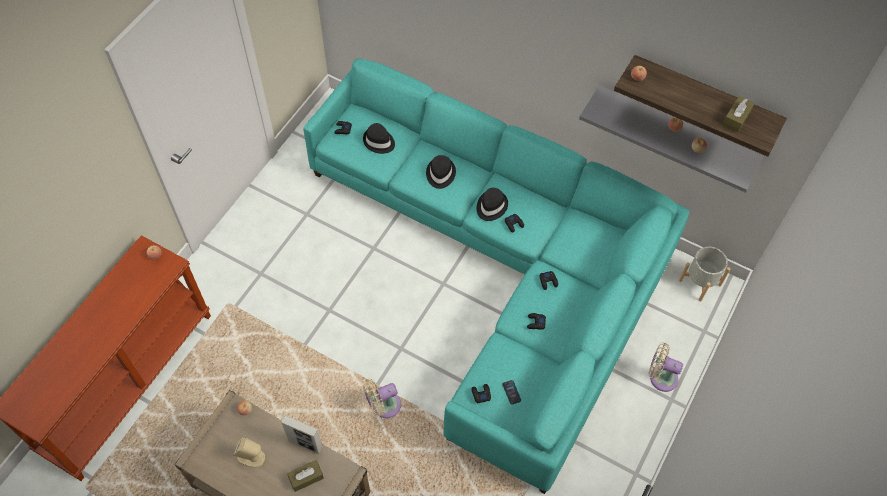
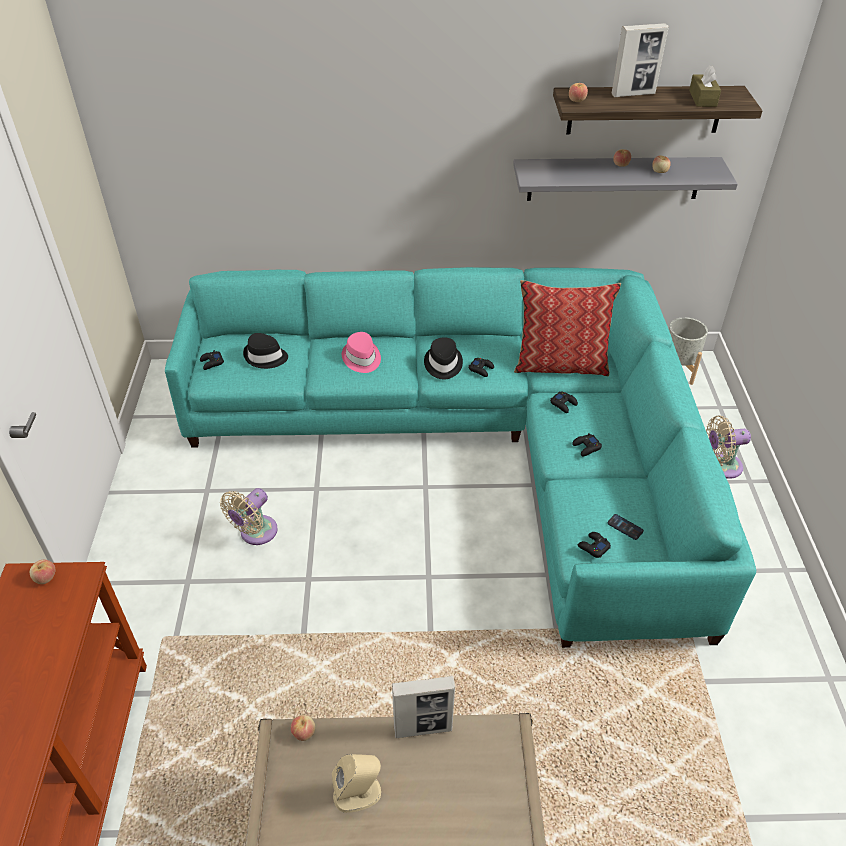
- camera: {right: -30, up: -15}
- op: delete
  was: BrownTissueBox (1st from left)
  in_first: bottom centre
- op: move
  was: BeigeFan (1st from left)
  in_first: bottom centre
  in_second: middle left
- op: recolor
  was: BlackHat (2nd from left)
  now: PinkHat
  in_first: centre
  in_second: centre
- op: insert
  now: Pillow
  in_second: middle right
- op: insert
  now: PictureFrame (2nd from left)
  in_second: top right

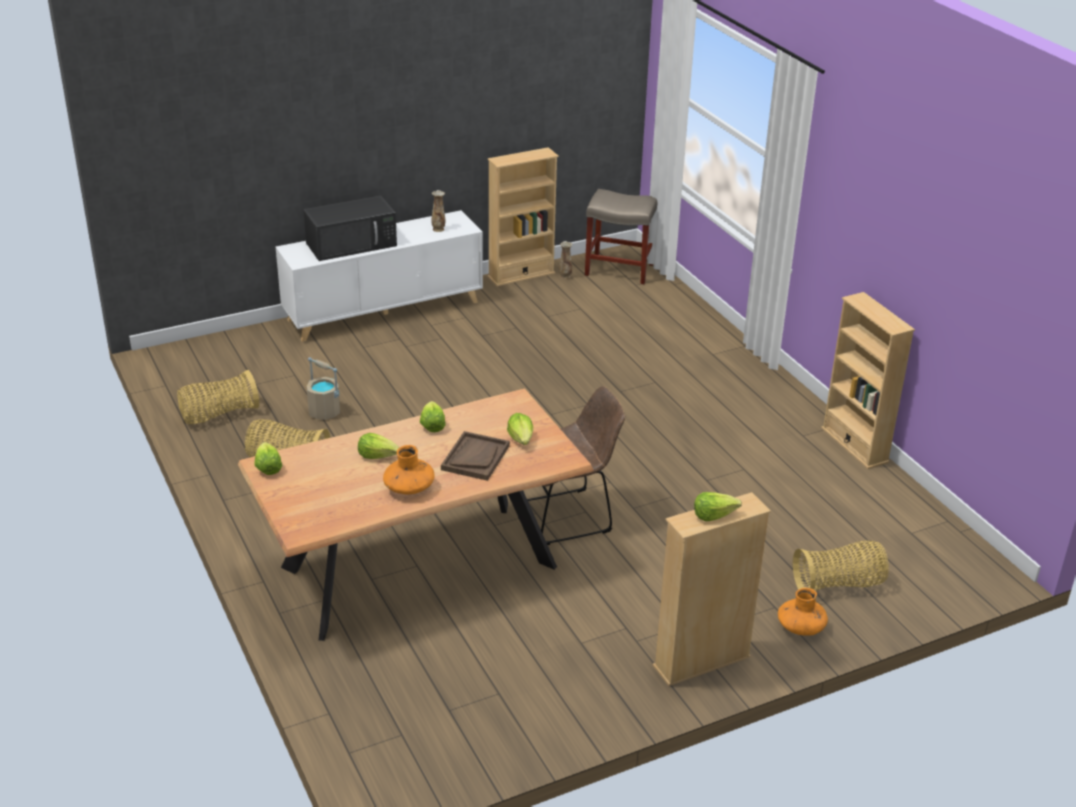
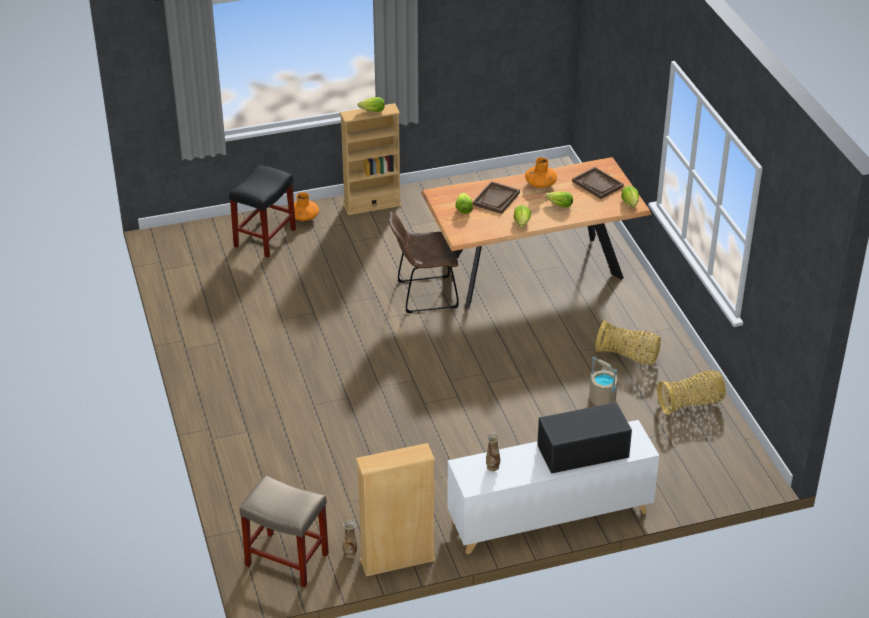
- camera: {right: -170, up: 5}
- op: replace
  was: Basket (3rd from left)
  now: BlackStool
  in_first: bottom right
  in_second: middle left
- op: delete
  was: BeigeBookcase (3rd from left)
  in_first: middle right
- op: insert
  now: BrownTray (2nd from left)
  in_second: top right

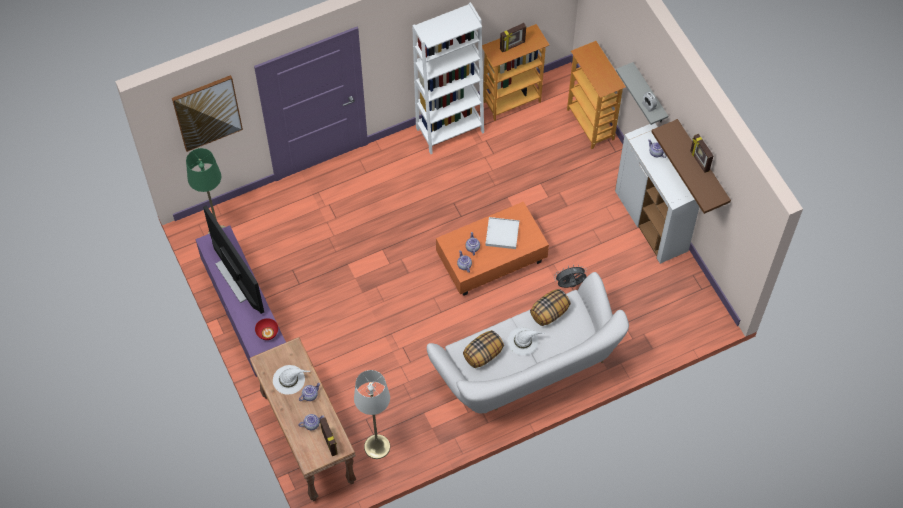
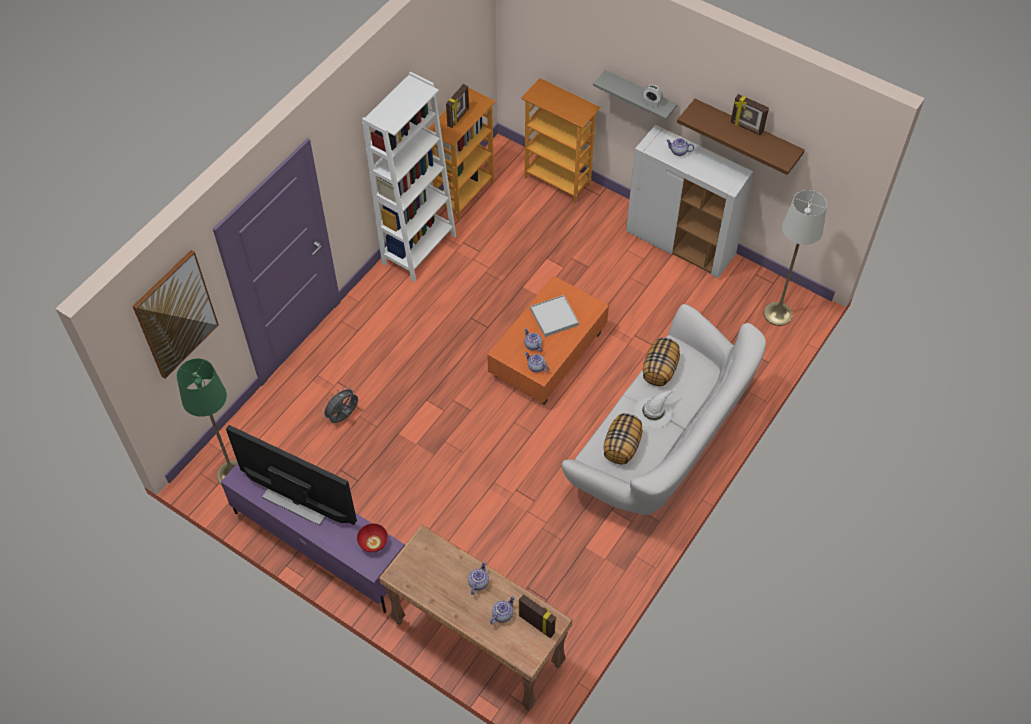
- camera: {right: -30, up: -5}
- op: delete
  was: WhiteHat (1st from left)
  in_first: bottom left
- op: move
  was: WhiteFloorLamp
  in_first: bottom centre
  in_second: middle right
- op: move
  was: GreyFan
  in_first: centre
  in_second: middle left

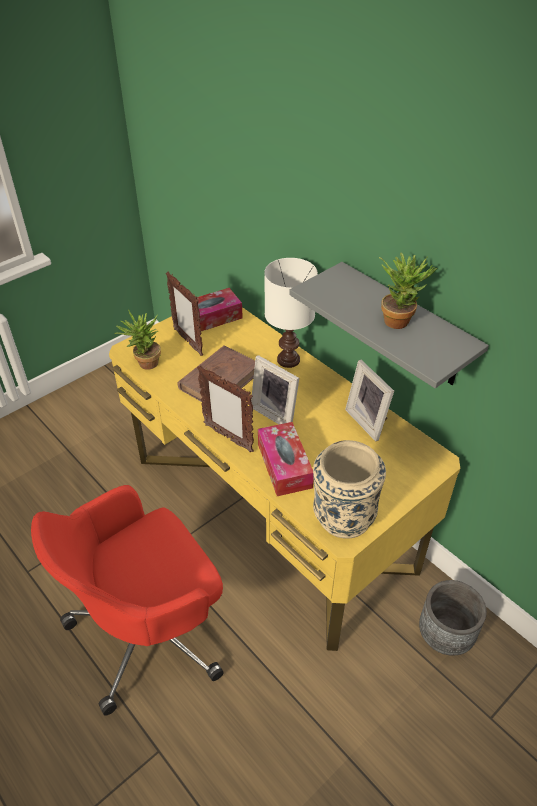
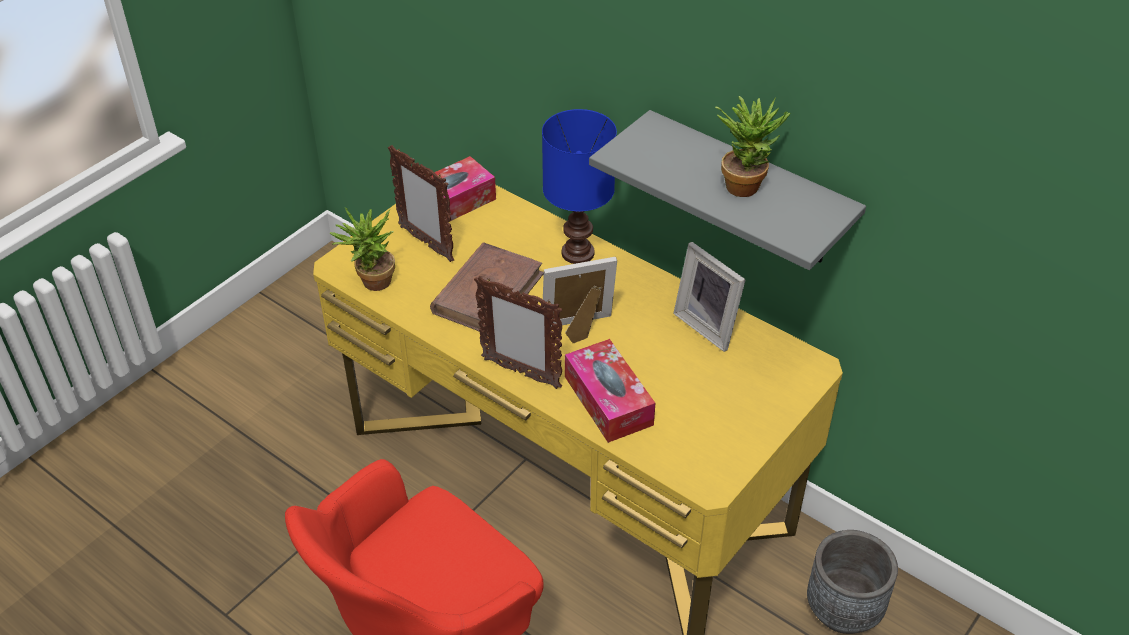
- camera: {right: -10, up: 0}
- op: rotate
  was: PictureFrame (3rd from left)
  in_first: centre
  in_second: centre
  clockwise: 135
- op: recolor
  was: WhiteTableLamp
  now: BlueTableLamp
  in_first: centre
  in_second: top centre
- op: delete
  was: BeigeVase
  in_first: centre

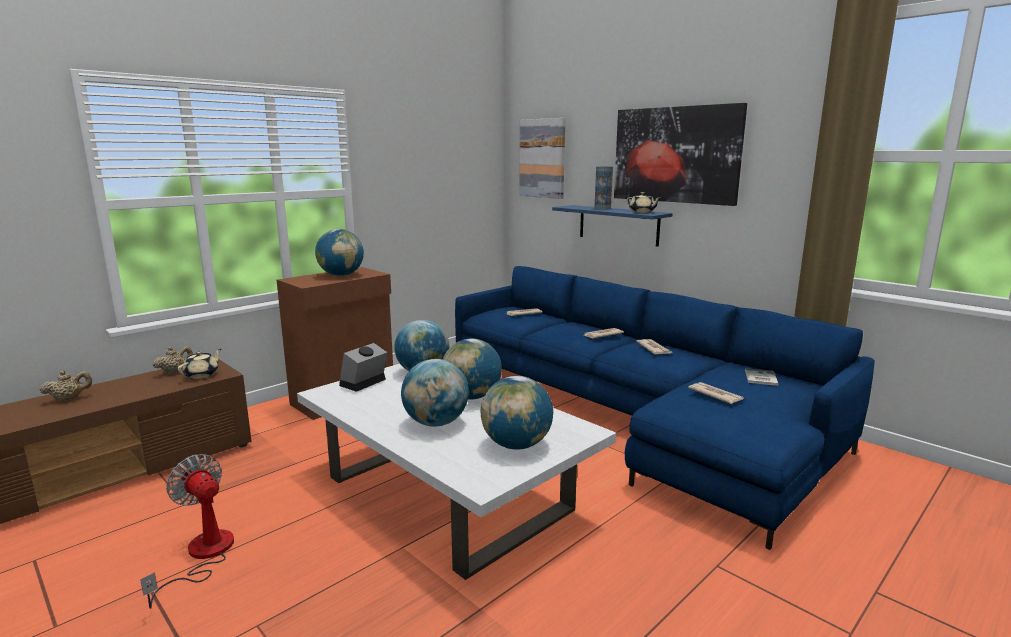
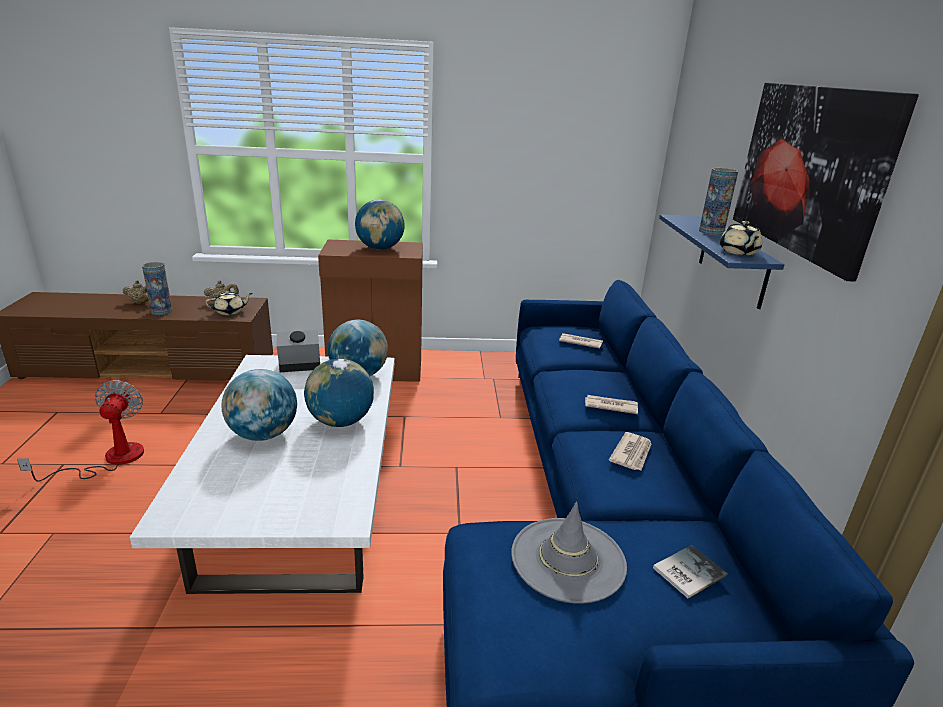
- camera: {right: 40, up: 10}
- op: delete
  was: Globe (5th from left)
  in_first: centre
- op: delete
  was: Picture (1st from left)
  in_first: top centre
- op: replace
  was: Newspaper (4th from left)
  now: GreyHat
  in_first: middle right
  in_second: bottom centre
- op: insert
  now: Vase (1st from left)
  in_second: middle left

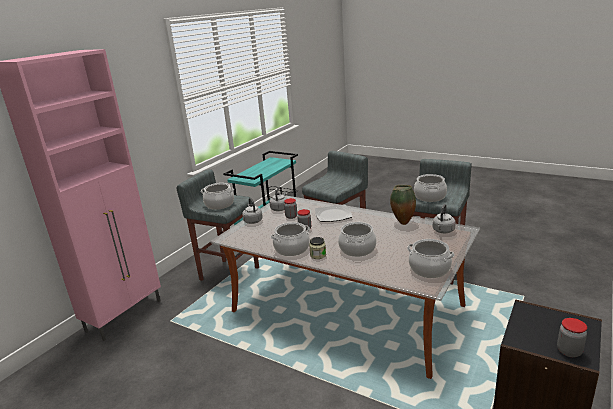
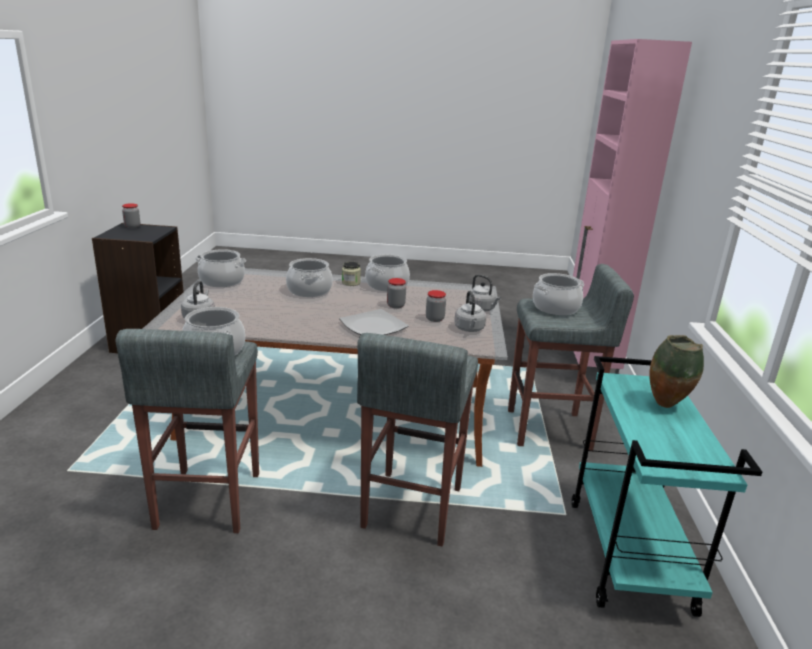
- camera: {right: 150, up: 0}
- op: move
  was: Vase
  in_first: centre
  in_second: middle right

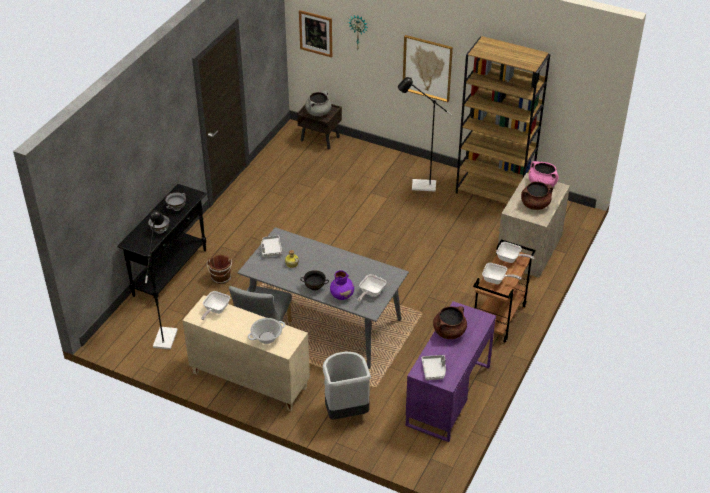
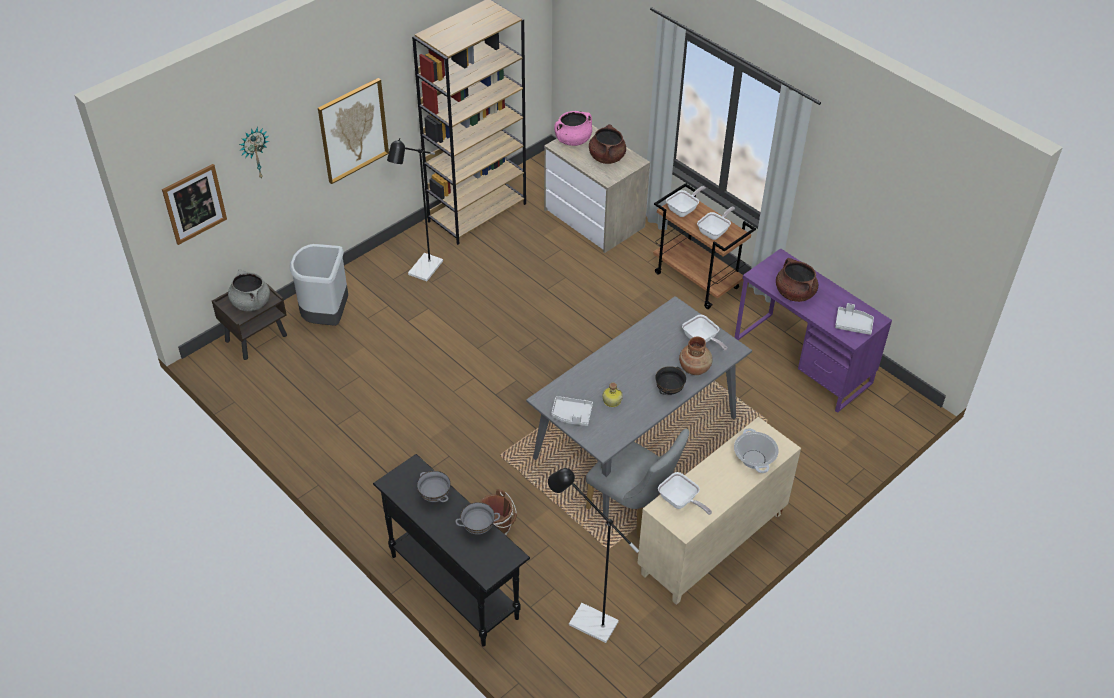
- camera: {right: -70, up: 5}
- op: move
  was: GreyTrashCan
  in_first: bottom centre
  in_second: middle left
- op: recolor
  was: PurpleVase
  now: BrownVase
  in_first: centre
  in_second: centre

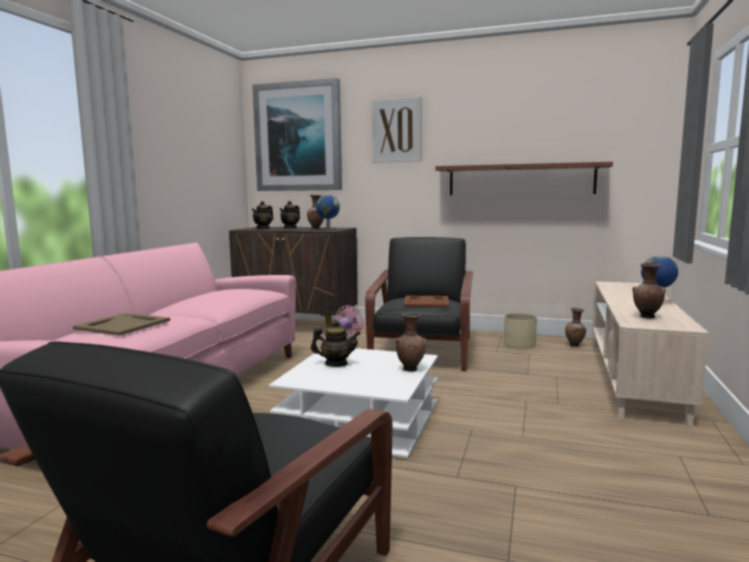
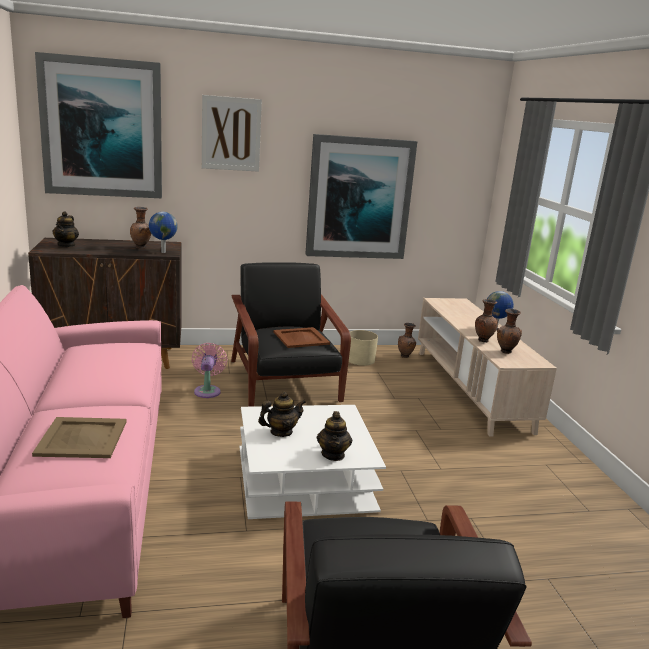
- camera: {right: -30, up: 10}
- op: move
  was: Teapot (2nd from left in the first image)
  now: Teapot (3rd from left)
  in_first: centre
  in_second: bottom centre
- op: move
  was: BrownVase (2nd from left in the first image)
  now: BrownVase (3rd from left)
  in_first: centre
  in_second: middle right
- op: replace
  was: BrownShelf
  now: Picture (3rd from left)
  in_first: top right
  in_second: top centre

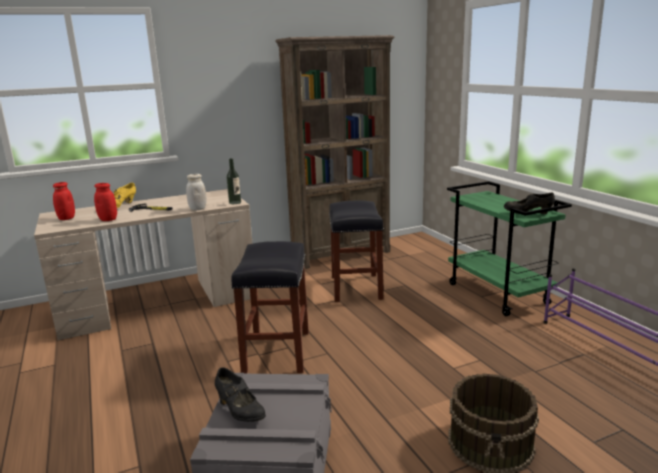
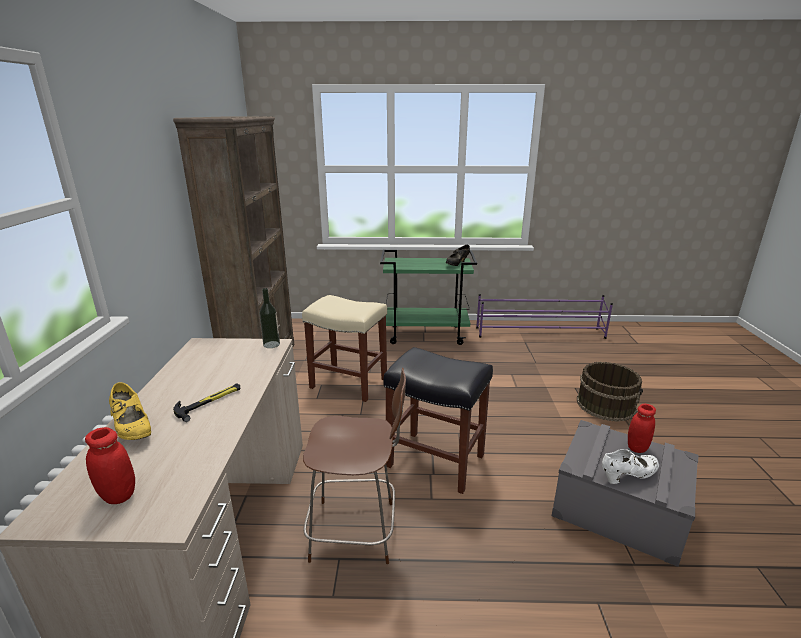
- camera: {right: -65, up: 5}
- op: move
  was: RedJar (2nd from left)
  in_first: middle left
  in_second: bottom right
- op: delete
  was: WhiteJar
  in_first: middle left
- op: recolor
  was: BlackShoe (1st from left)
  now: WhiteShoe
  in_first: bottom centre
  in_second: bottom right
- op: recolor
  was: BlackStool (2nd from left)
  now: BeigeStool
  in_first: centre
  in_second: centre
- op: insert
  now: BrownChair
  in_second: bottom centre

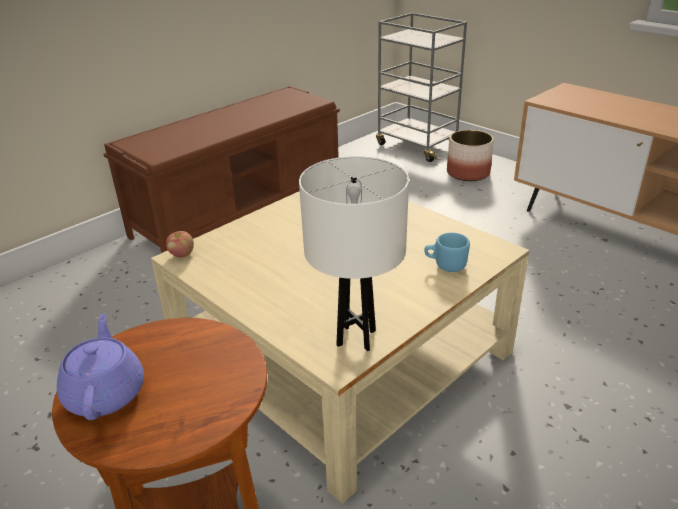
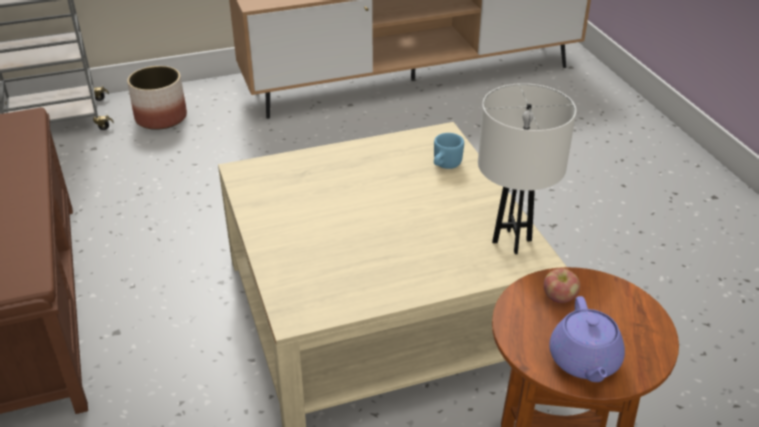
- camera: {right: -65, up: 5}
- op: rotate
  was: PurpleTeapot
  in_first: bottom left
  in_second: bottom right
  clockwise: -105
- op: move
  was: Apple
  in_first: middle left
  in_second: bottom right

